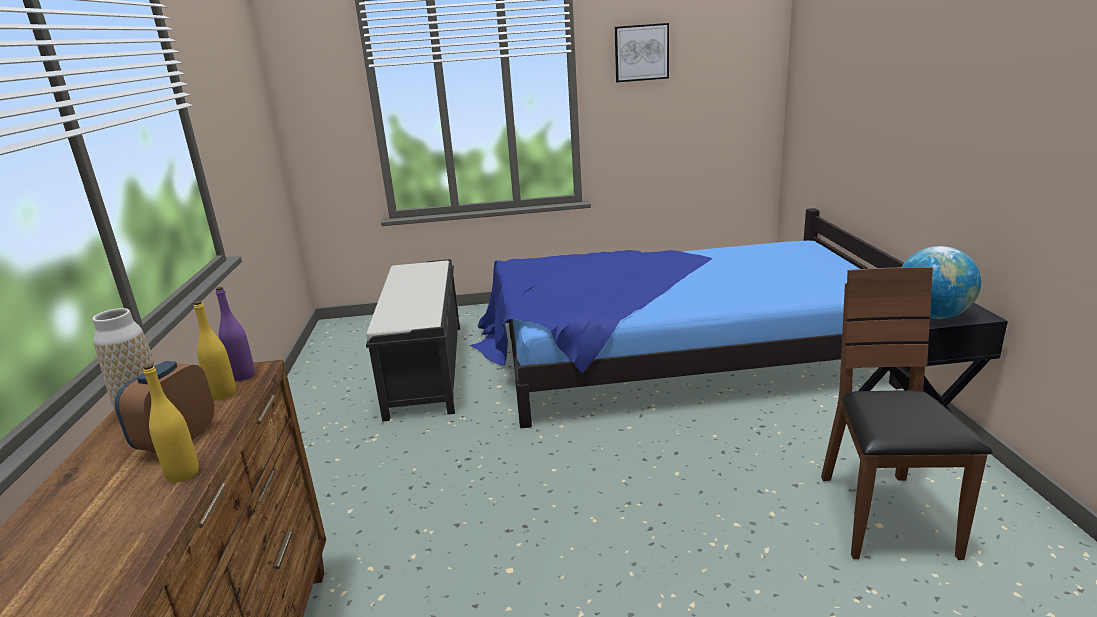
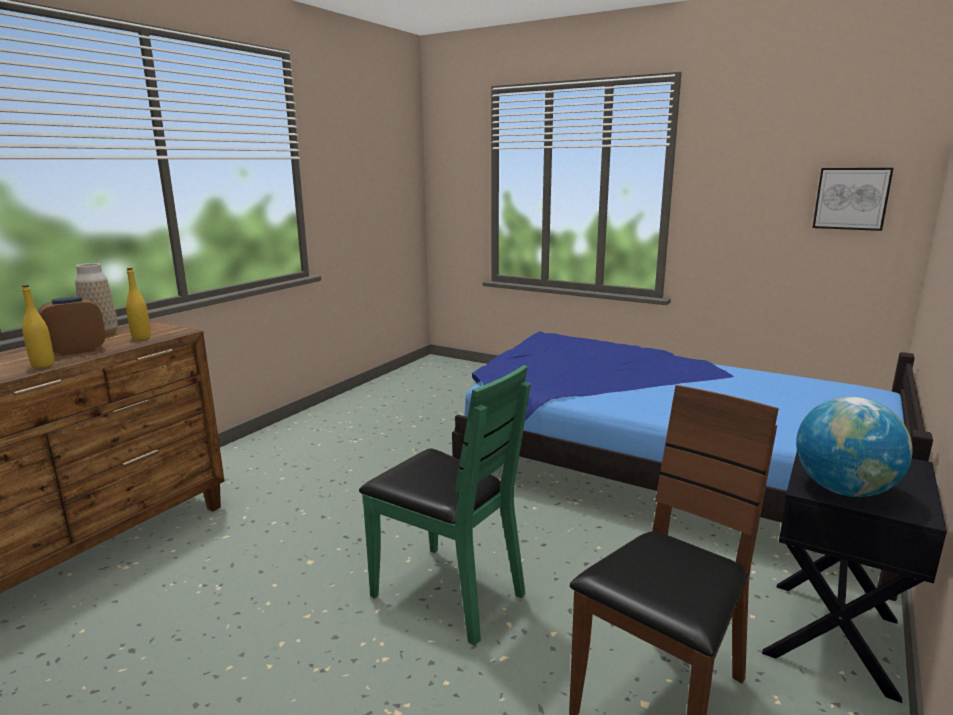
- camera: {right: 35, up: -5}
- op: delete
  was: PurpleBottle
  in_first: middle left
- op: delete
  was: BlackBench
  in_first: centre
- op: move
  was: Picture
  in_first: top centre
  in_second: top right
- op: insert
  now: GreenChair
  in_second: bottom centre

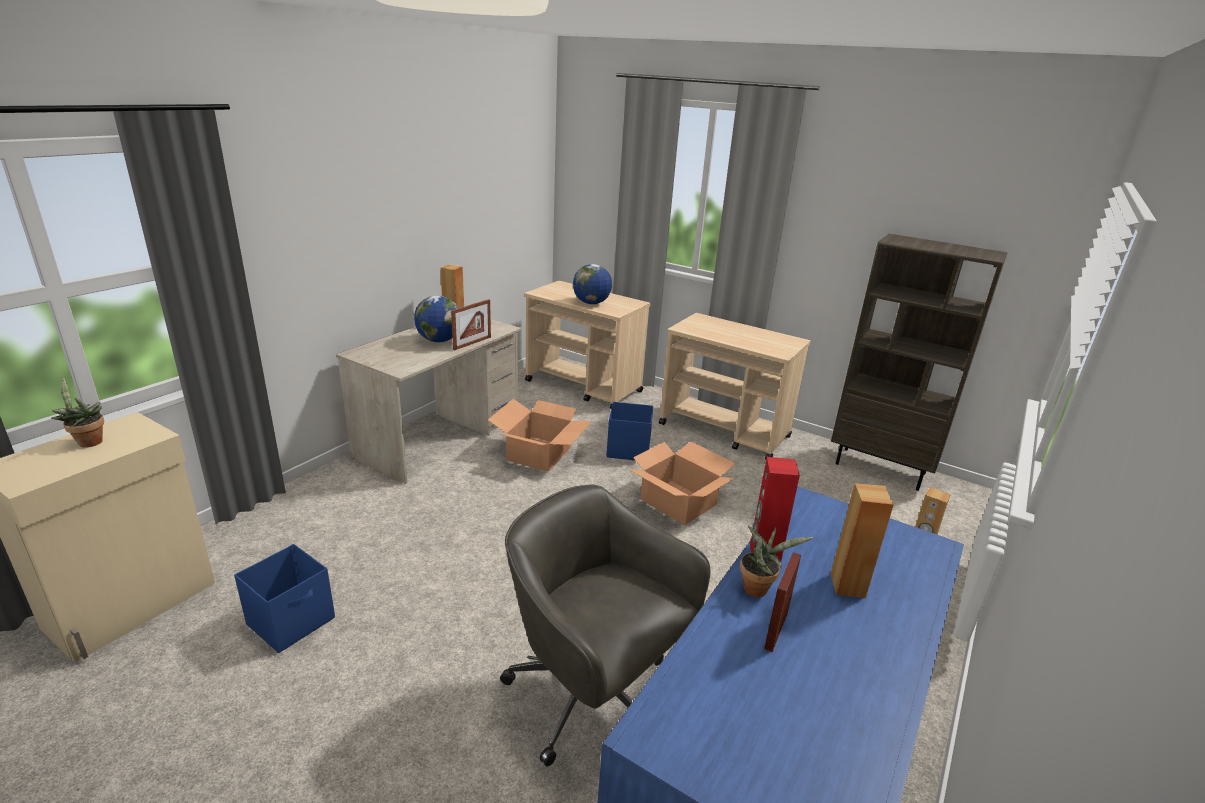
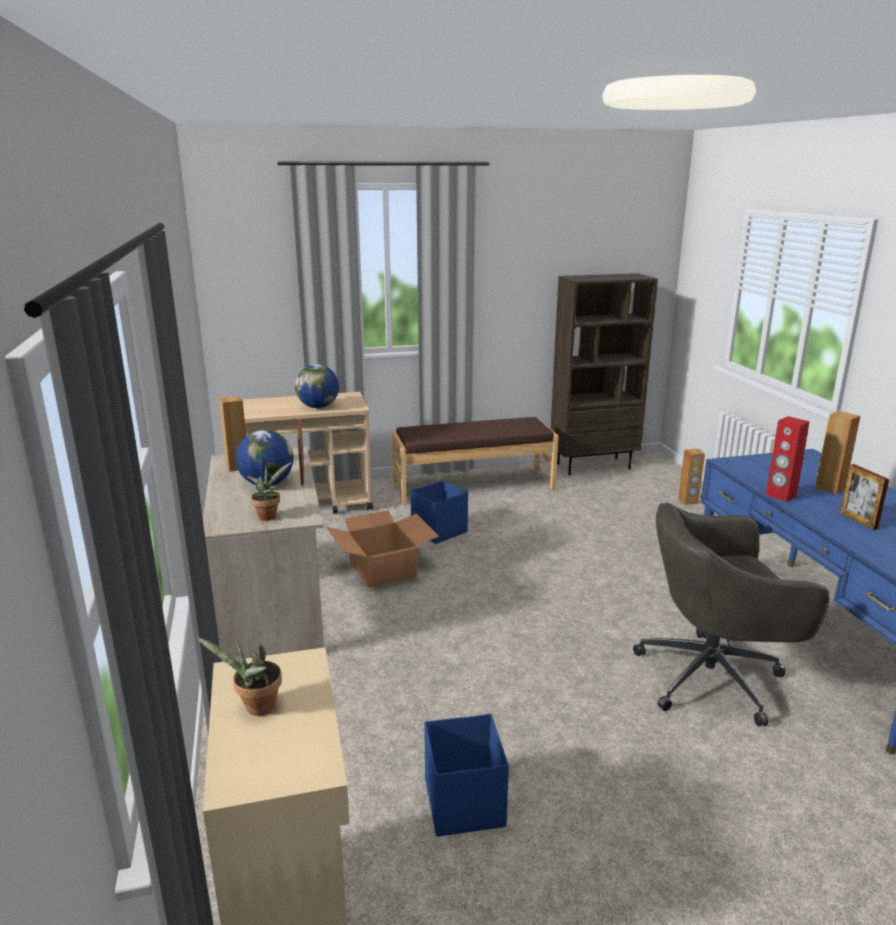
- camera: {right: -45, up: -5}
- op: delete
  was: CardboardBox (2nd from left)
  in_first: centre
- op: replace
  was: BeigeCart (2nd from left)
  now: BrownBench
  in_first: centre
  in_second: centre
- op: move
  was: PottedPlant (2nd from left)
  in_first: bottom centre
  in_second: middle left

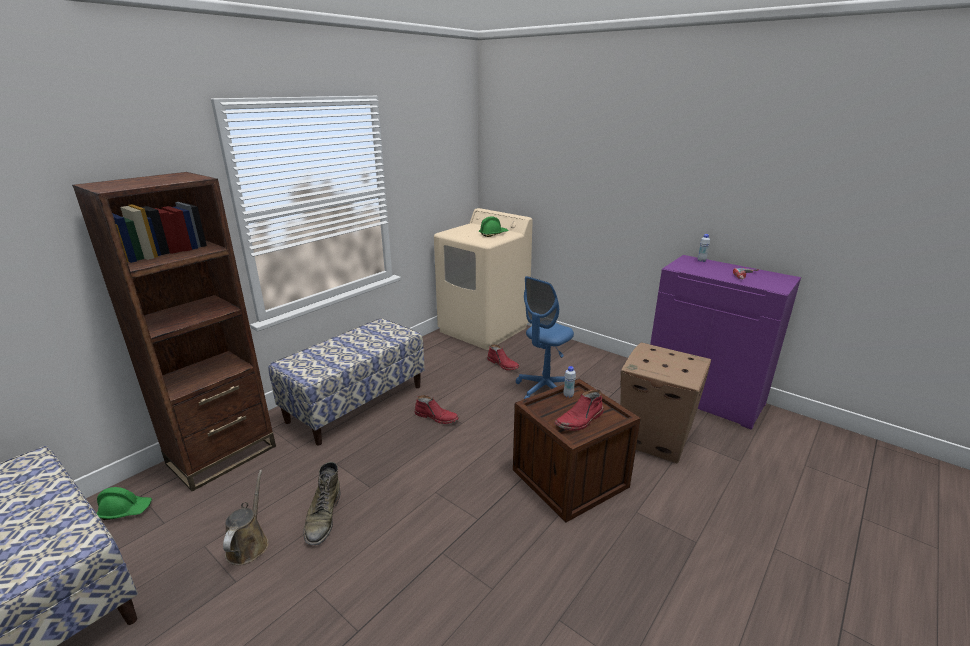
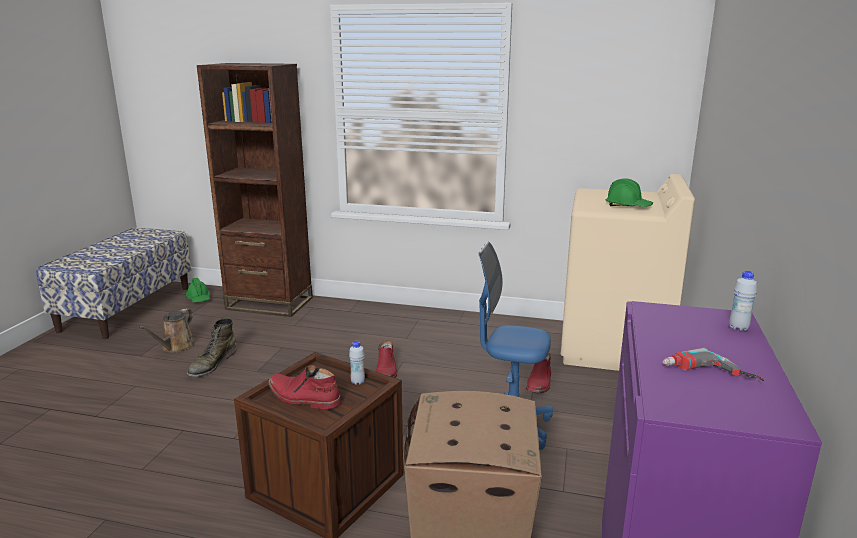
- camera: {right: 65, up: -5}
- op: rotate
  was: BrownWateringCan
  in_first: bottom left
  in_second: middle left
  clockwise: 135
- op: delete
  was: Bench (2nd from left)
  in_first: centre
- op: rotate
  was: GreenBoot
  in_first: bottom left
  in_second: middle left
  clockwise: -45

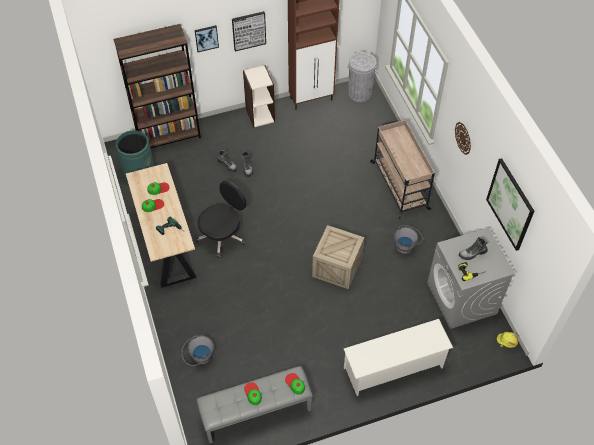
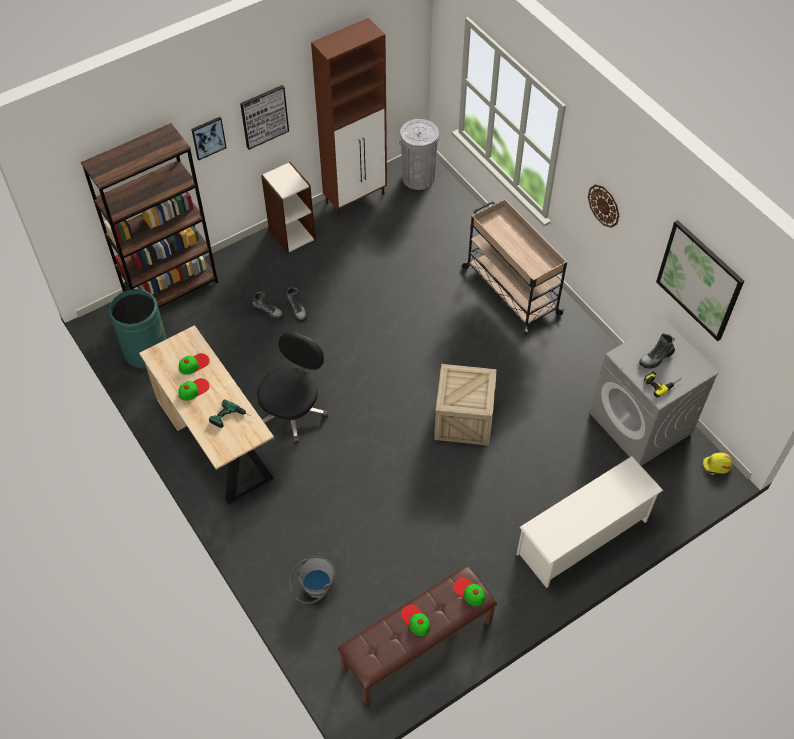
- camera: {right: -15, up: 0}
- op: recolor
  was: GreyBench
  now: BrownBench
  in_first: bottom centre
  in_second: bottom centre
- op: delete
  was: GreyBucket (2nd from left)
  in_first: middle right

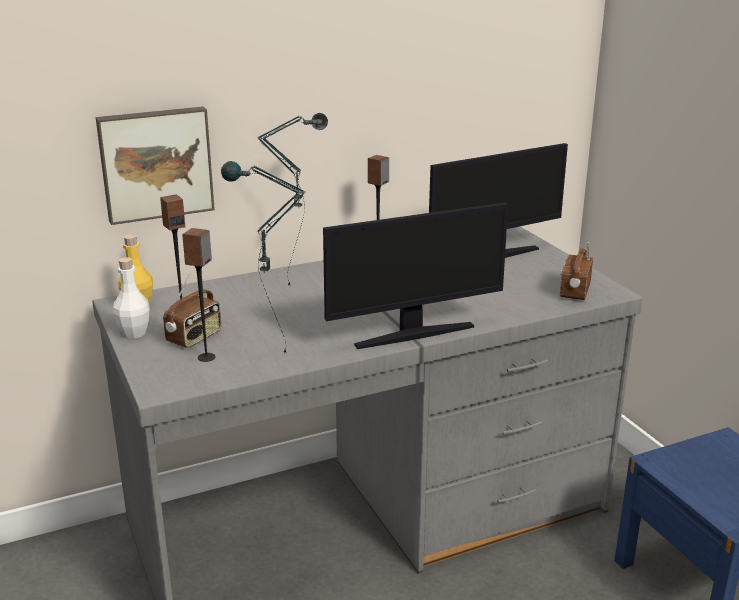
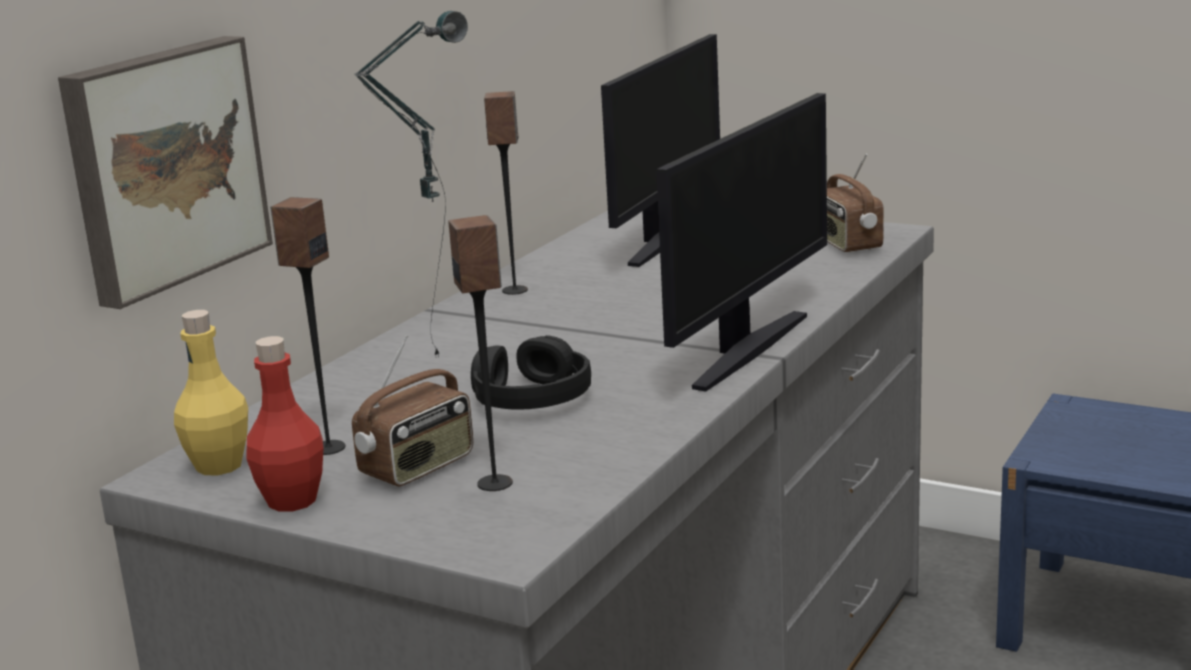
- camera: {right: -35, up: -5}
- op: recolor
  was: WhiteBottle
  now: RedBottle
  in_first: middle left
  in_second: middle left
- op: rotate
  was: Radio (1st from left)
  in_first: middle left
  in_second: centre
  clockwise: 45
- op: delete
  was: TableLamp (1st from left)
  in_first: centre
- op: insert
  now: BlackHeadphones
  in_second: centre

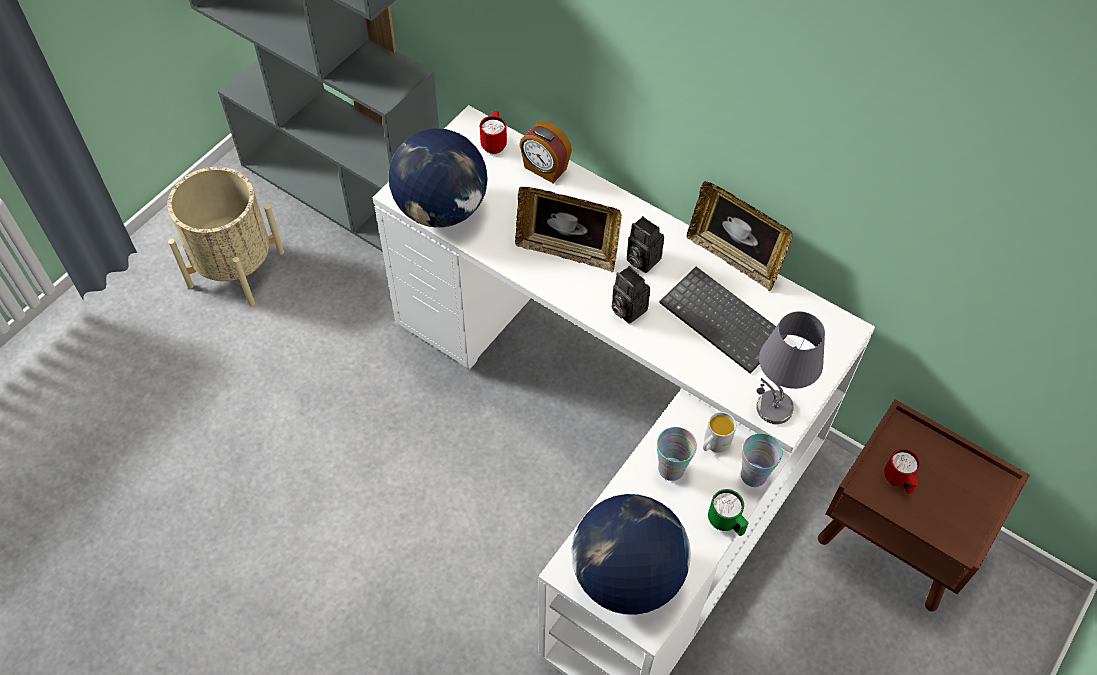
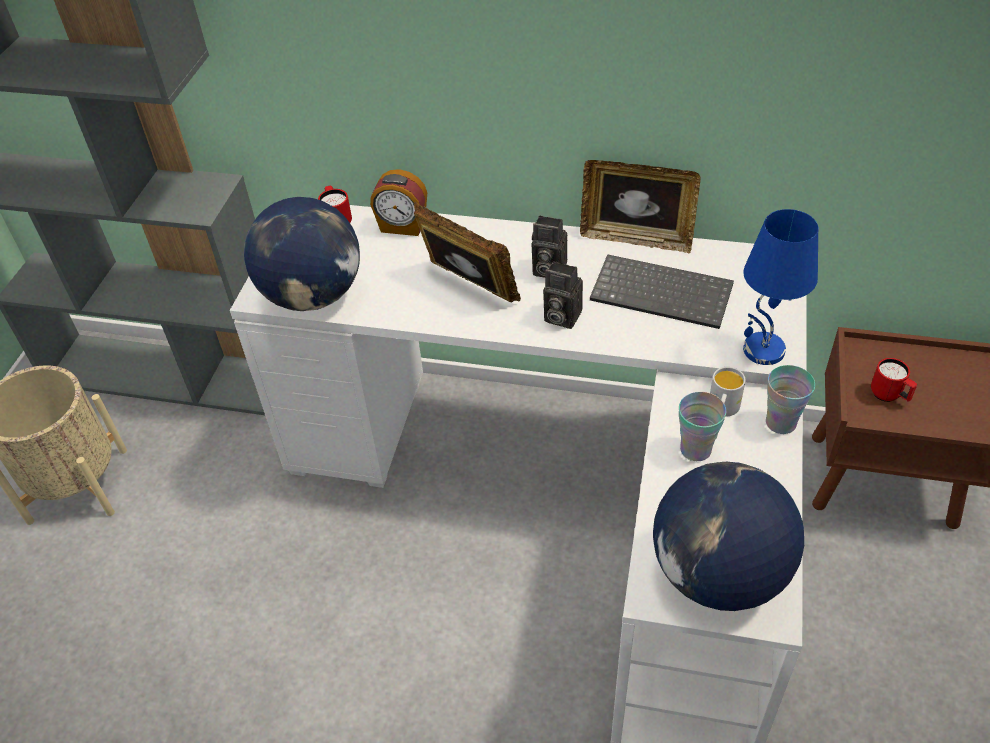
- camera: {right: -20, up: -10}
- op: rotate
  was: PictureFrame (1st from left)
  in_first: centre
  in_second: centre
  clockwise: -135
- op: delete
  was: GreenMug
  in_first: bottom centre
- op: recolor
  was: GreyTableLamp
  now: BlueTableLamp
  in_first: middle right
  in_second: middle right

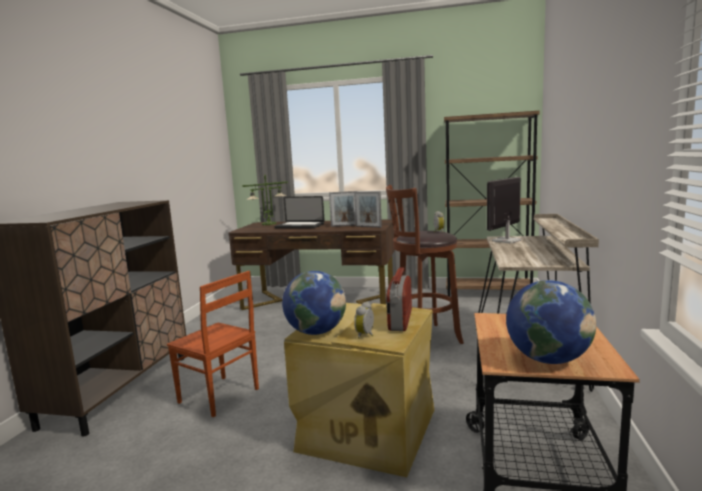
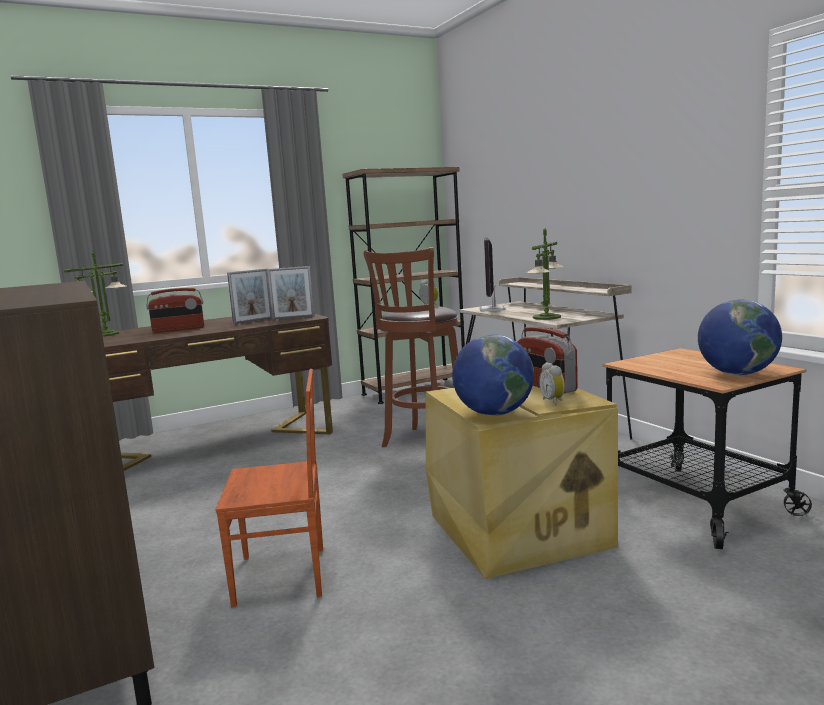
- camera: {right: -40, up: 0}
- op: replace
  was: Laptop
  now: Radio (1st from left)
  in_first: centre
  in_second: middle left
- op: insert
  now: TableLamp (2nd from left)
  in_second: centre

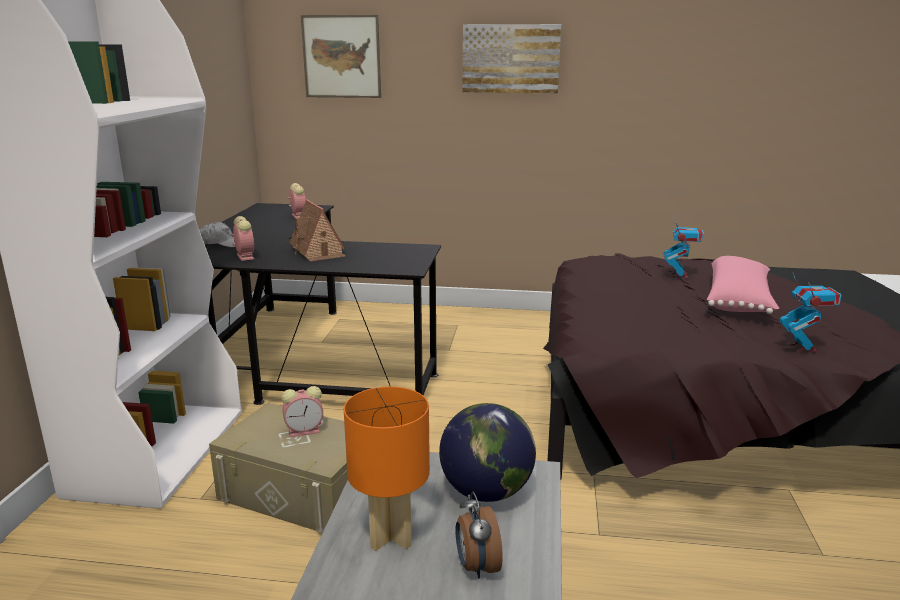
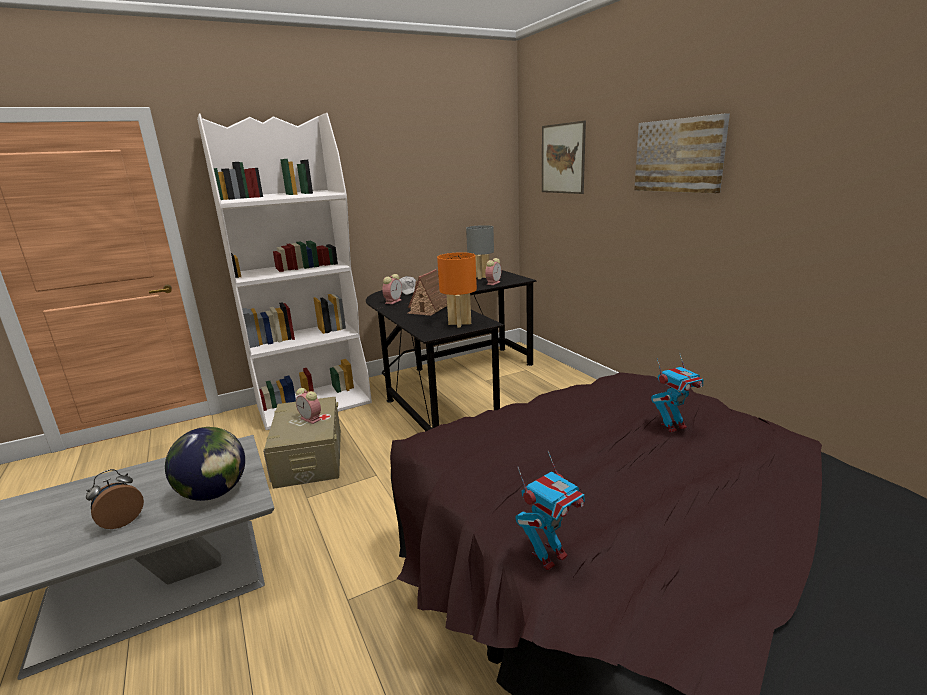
- camera: {right: 55, up: 0}
- op: move
  was: OrangeTableLamp
  in_first: bottom centre
  in_second: centre
- op: delete
  was: PinkPillow
  in_first: middle right
- op: insert
  now: GreyTableLamp
  in_second: centre

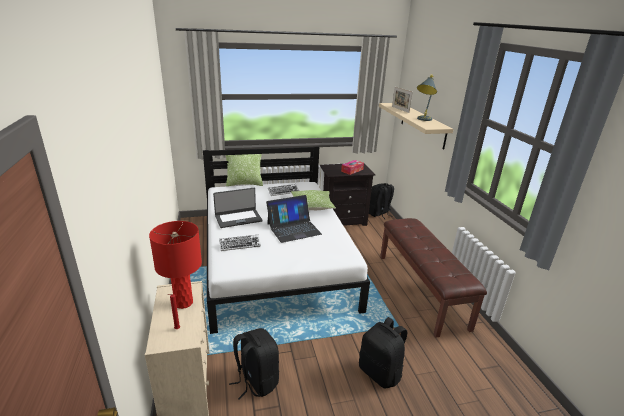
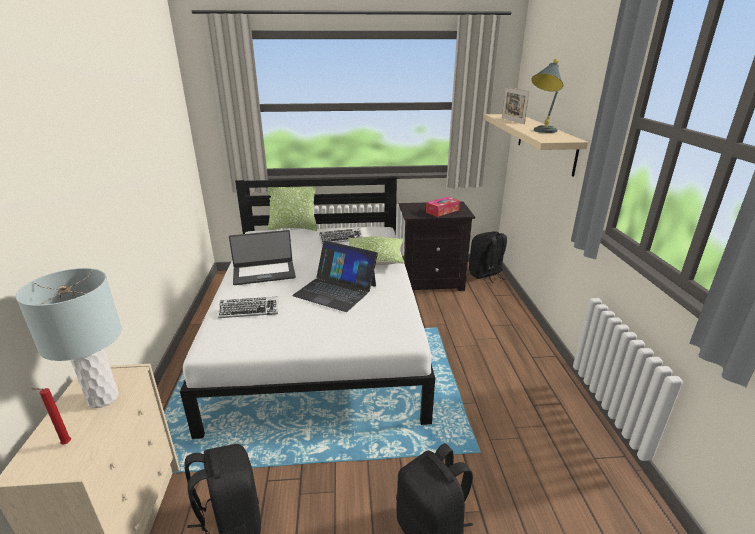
- camera: {right: 10, up: 0}
- op: recolor
  was: RedTableLamp
  now: GreyTableLamp (1st from left)
  in_first: middle left
  in_second: middle left
- op: rotate
  was: Laptop (2nd from left)
  in_first: centre
  in_second: centre
  clockwise: 45
- op: delete
  was: BrownBench
  in_first: bottom right

